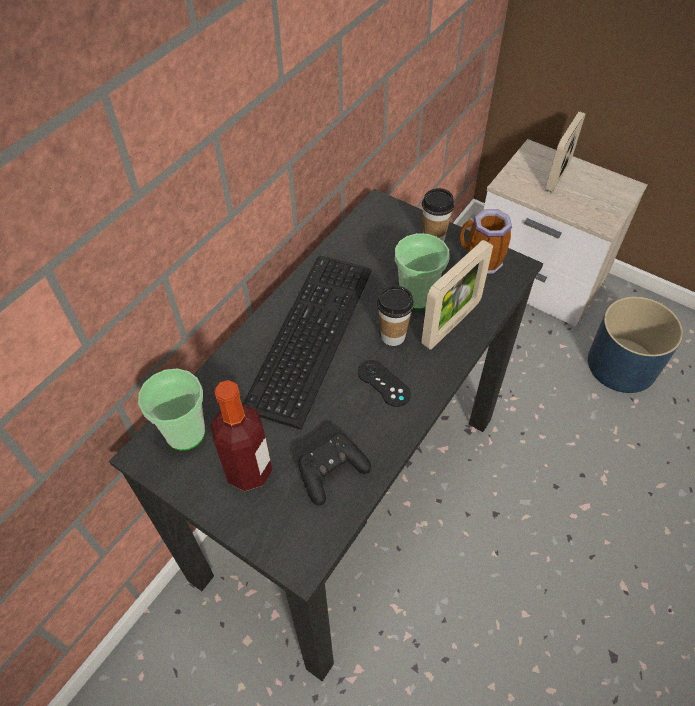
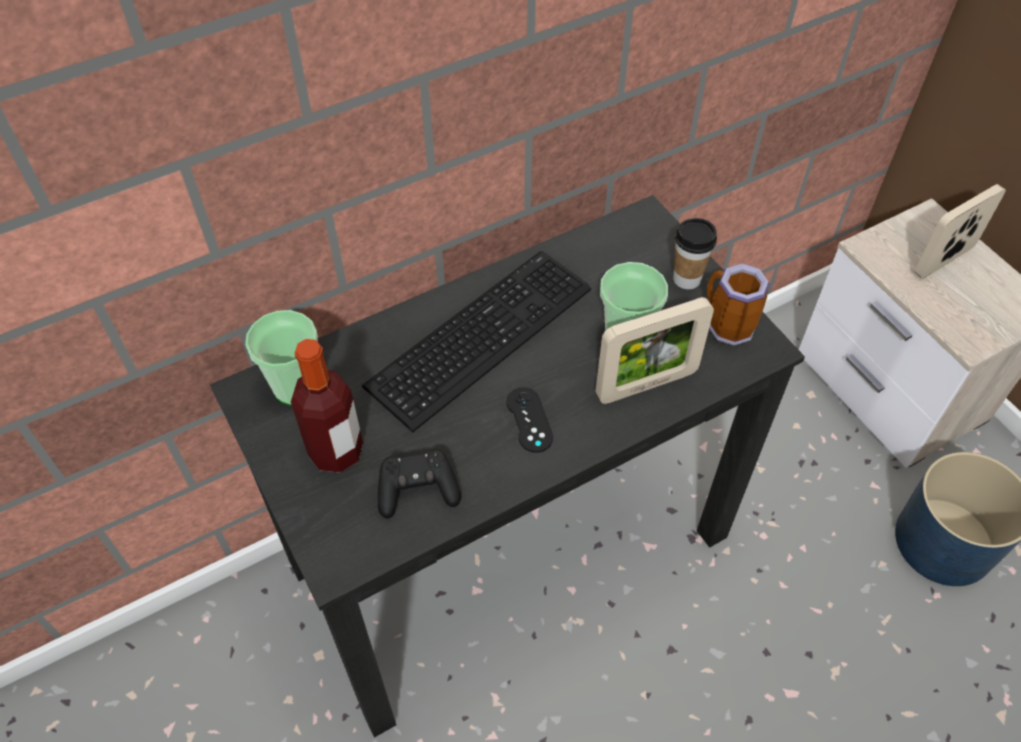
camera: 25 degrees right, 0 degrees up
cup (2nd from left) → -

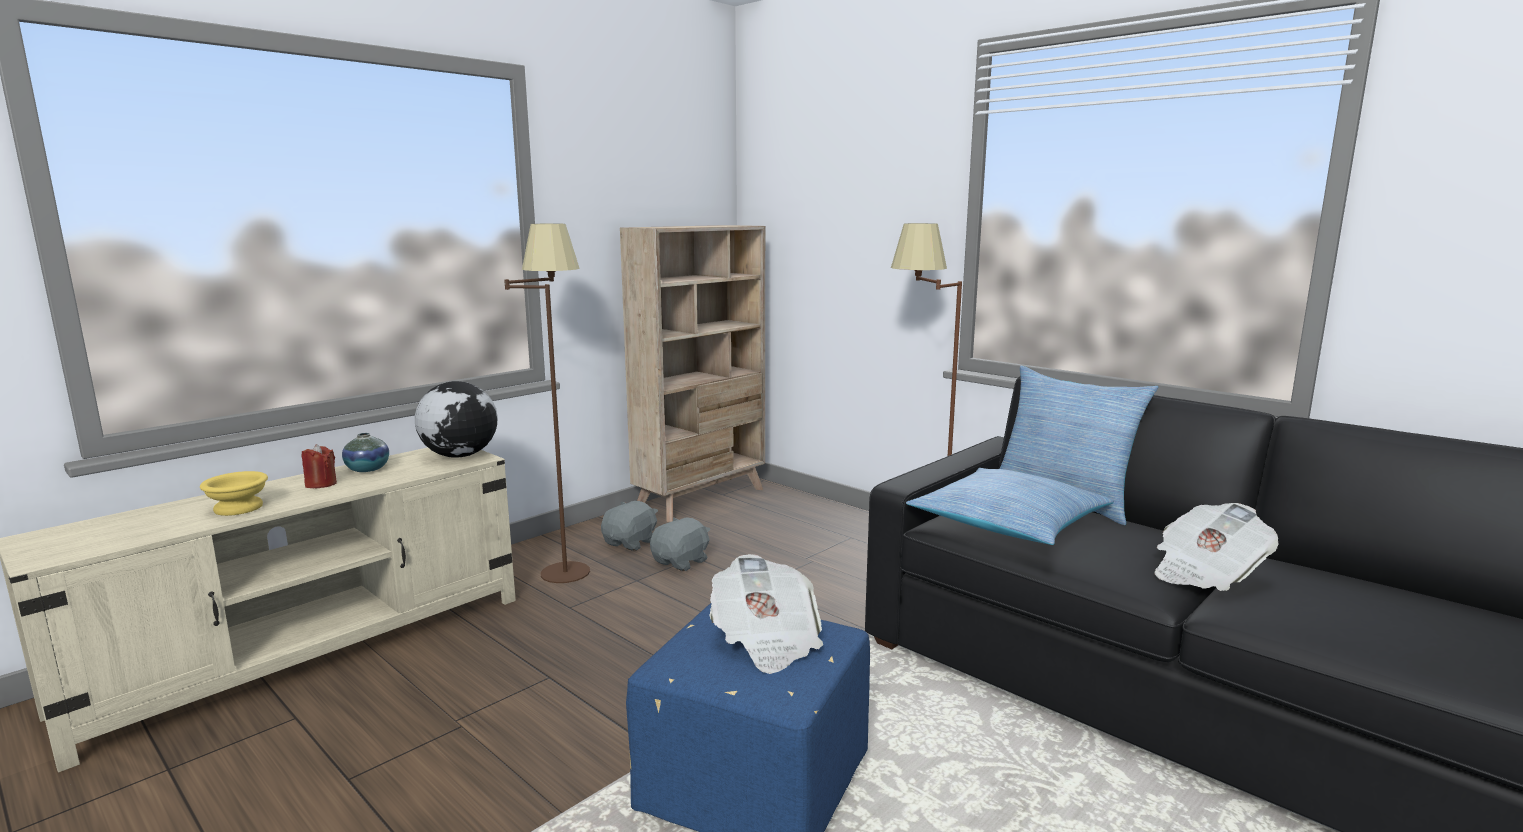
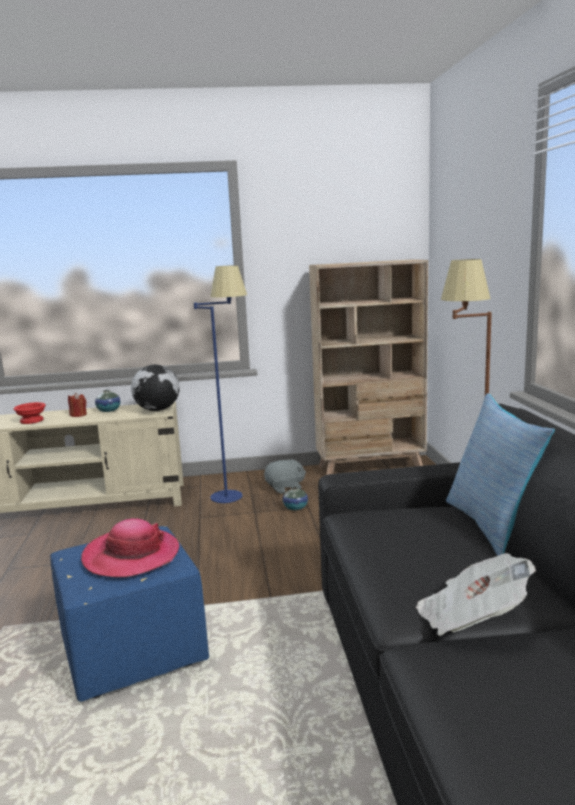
camera: 40 degrees right, 0 degrees up
brown floor lamp (1st from left) → blue floor lamp
throw pillow (1st from left) → -
yellowish serving bowl → red serving bowl
grey soft toy (2nd from left) → decorative vase (2nd from left)
daily paper (1st from left) → hat

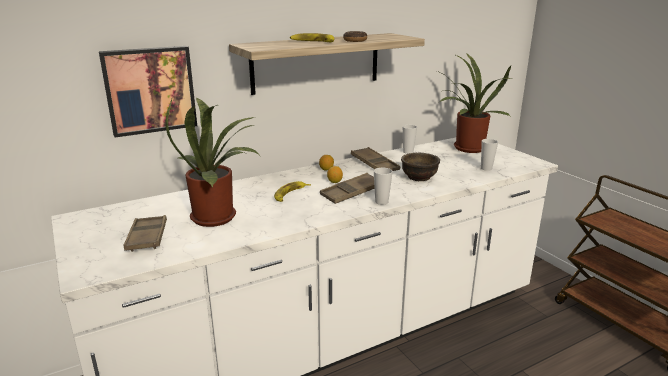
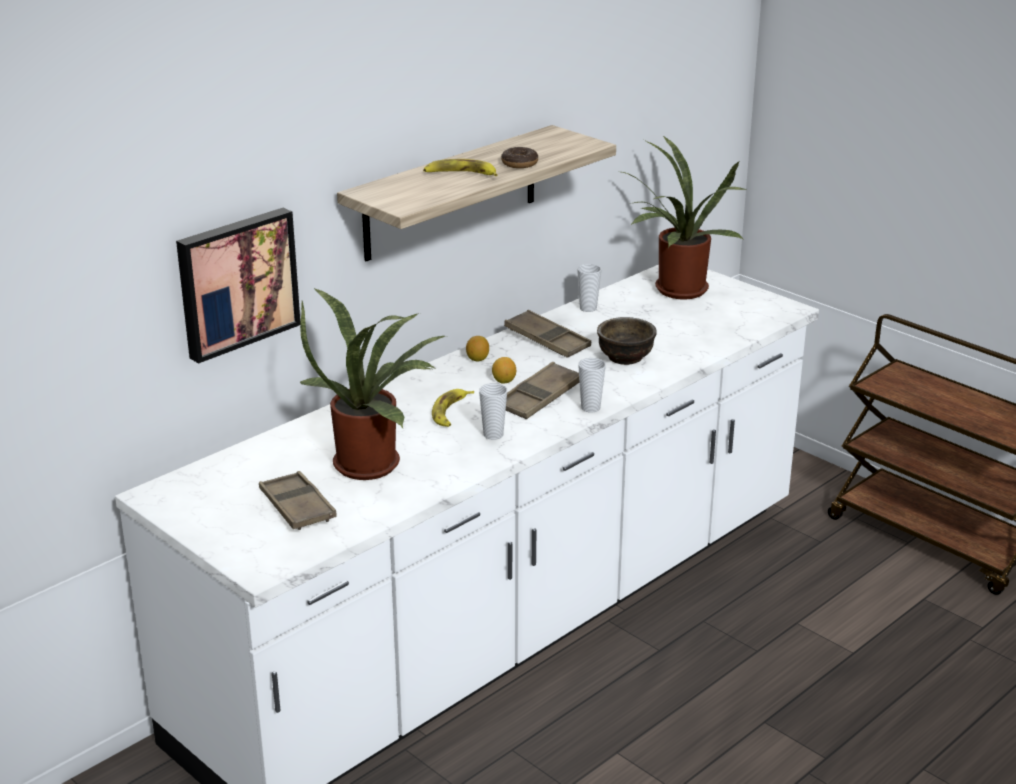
camera: 15 degrees left, 5 degrees up
cup (3rd from left in the first image) → cup (1st from left), moved

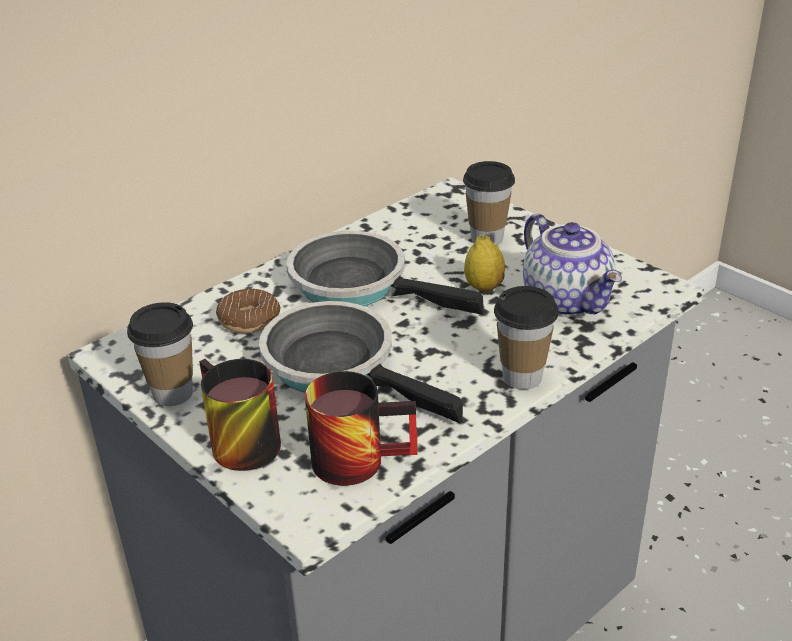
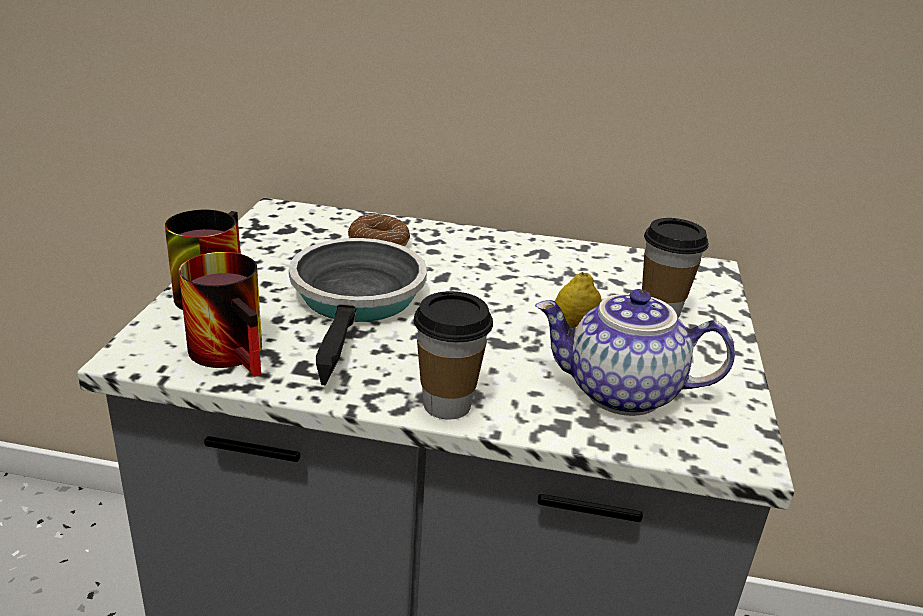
camera: 50 degrees right, 5 degrees down
pot for tea, 75 degrees clockwise
frying pan (2nd from left) → -
cup (1st from left) → -

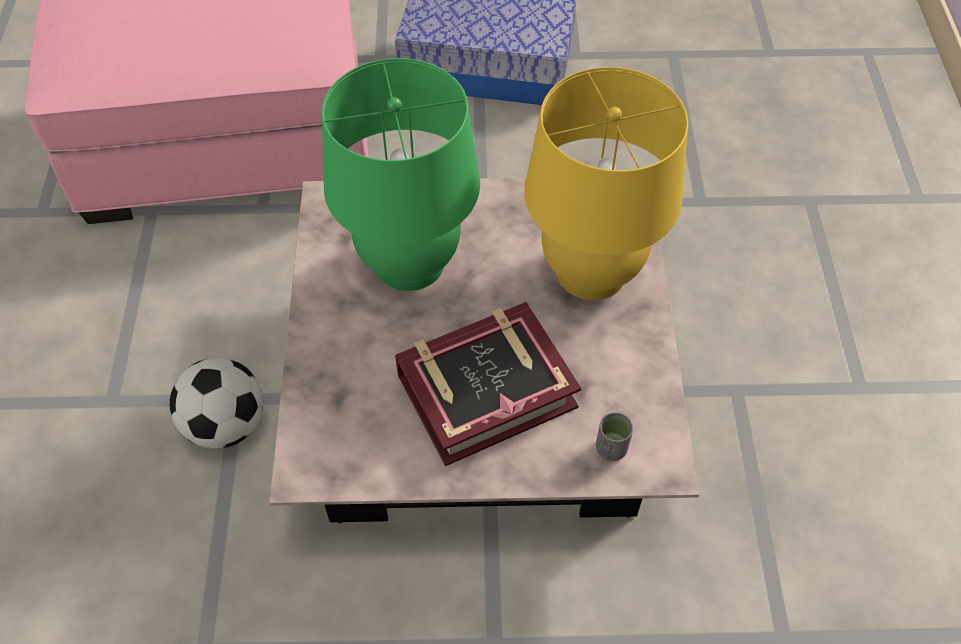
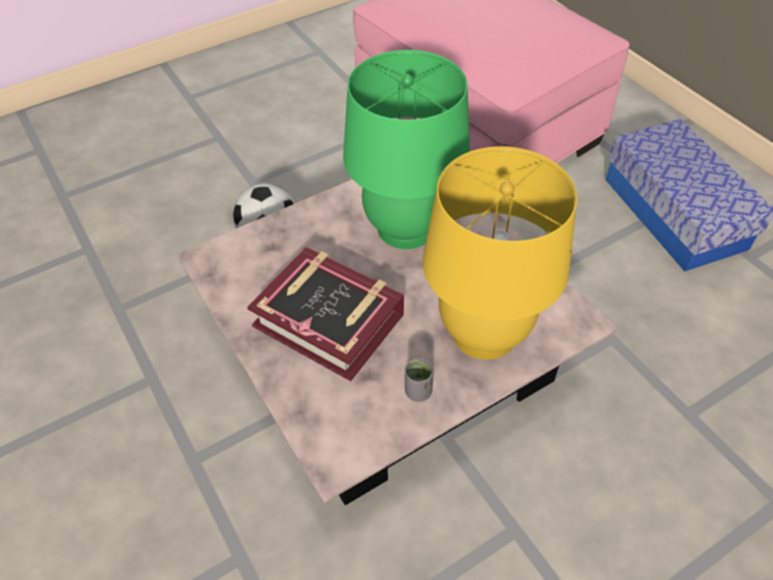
camera: 60 degrees right, 5 degrees down
grey cup, moved

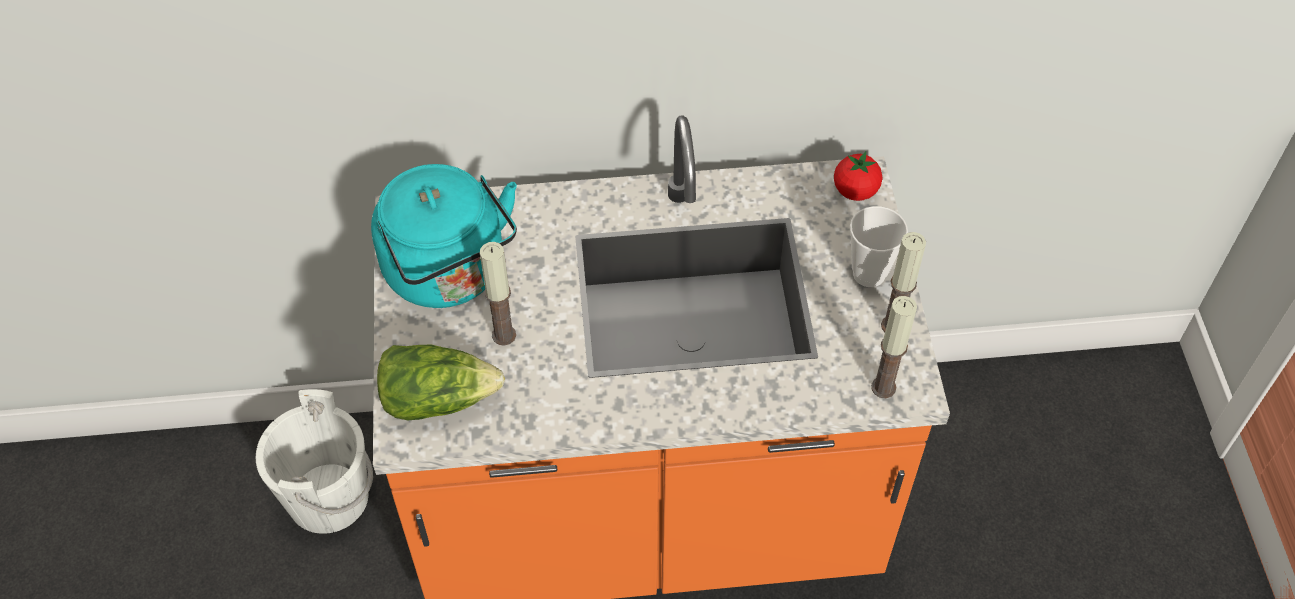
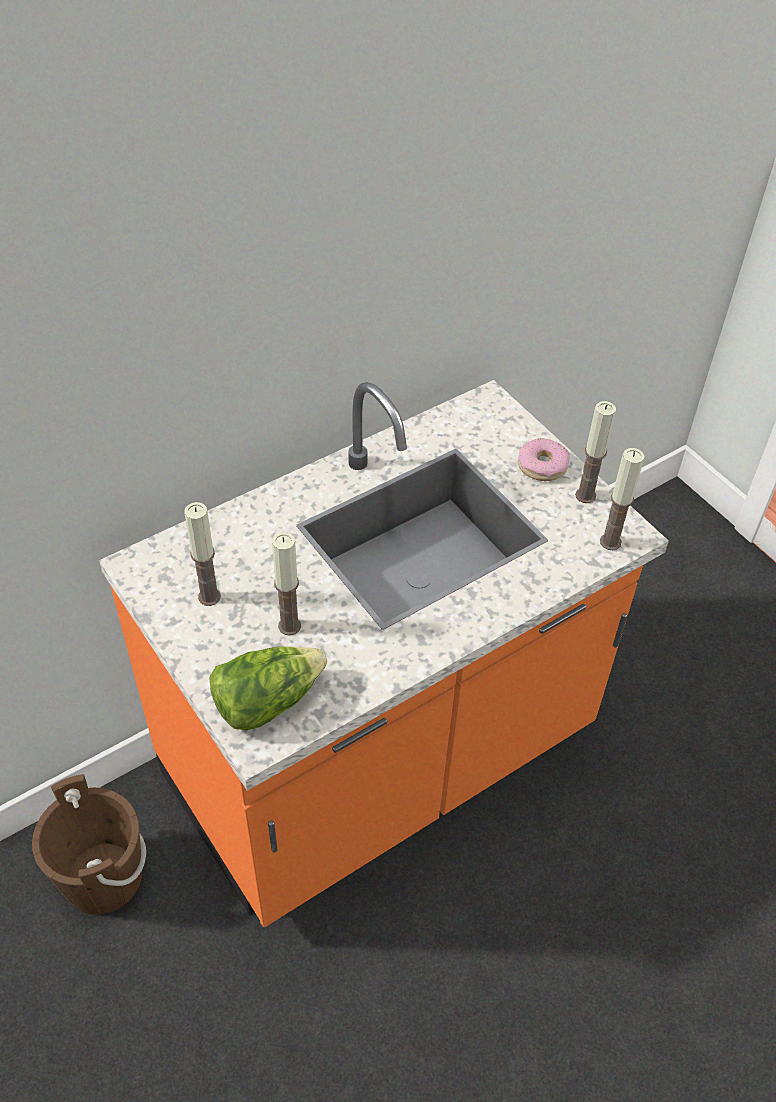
camera: 30 degrees left, 5 degrees down
tomato → -
turquoise water kettle → candle (1st from left)
cup → ring doughnut
white water bucket → brown water bucket

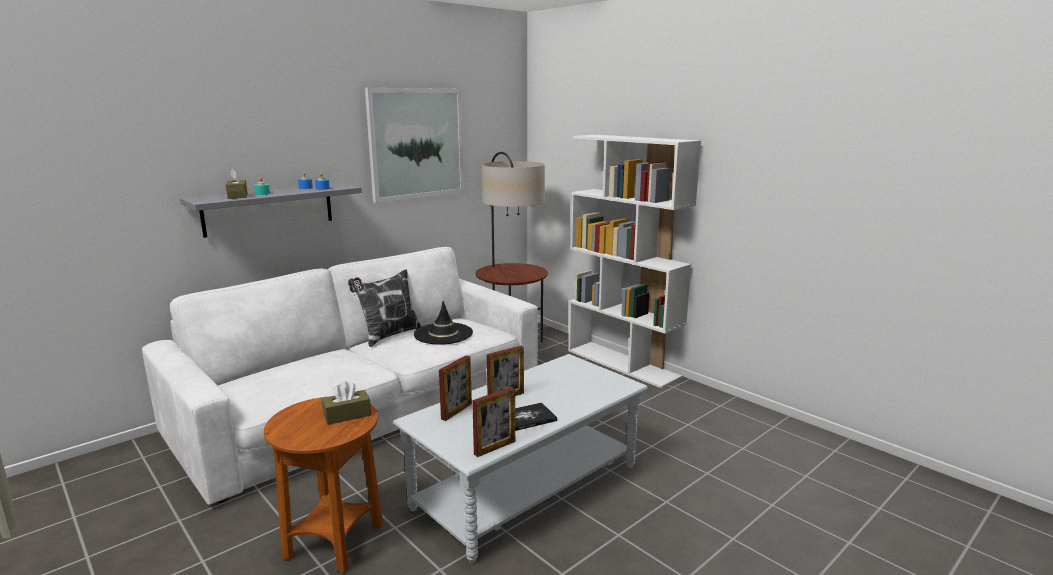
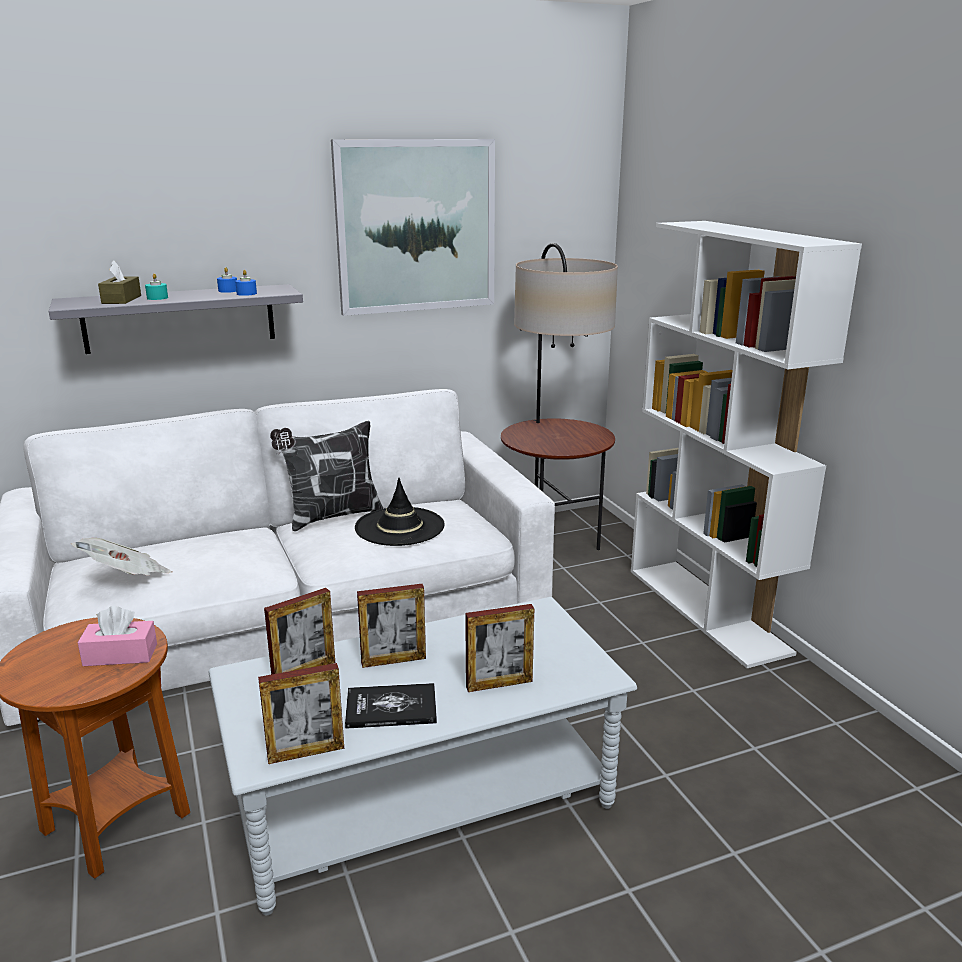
camera: 20 degrees right, 5 degrees up
brown box of tissues (2nd from left) → pinkish box of tissues
- → daily paper
- → photo frame (4th from left)

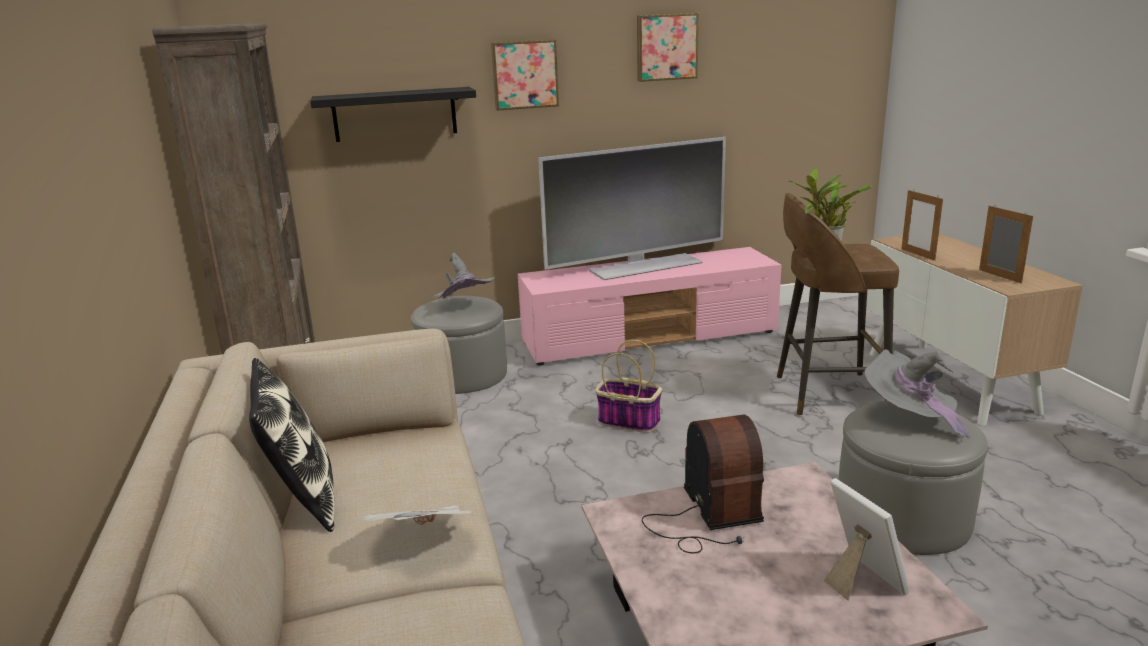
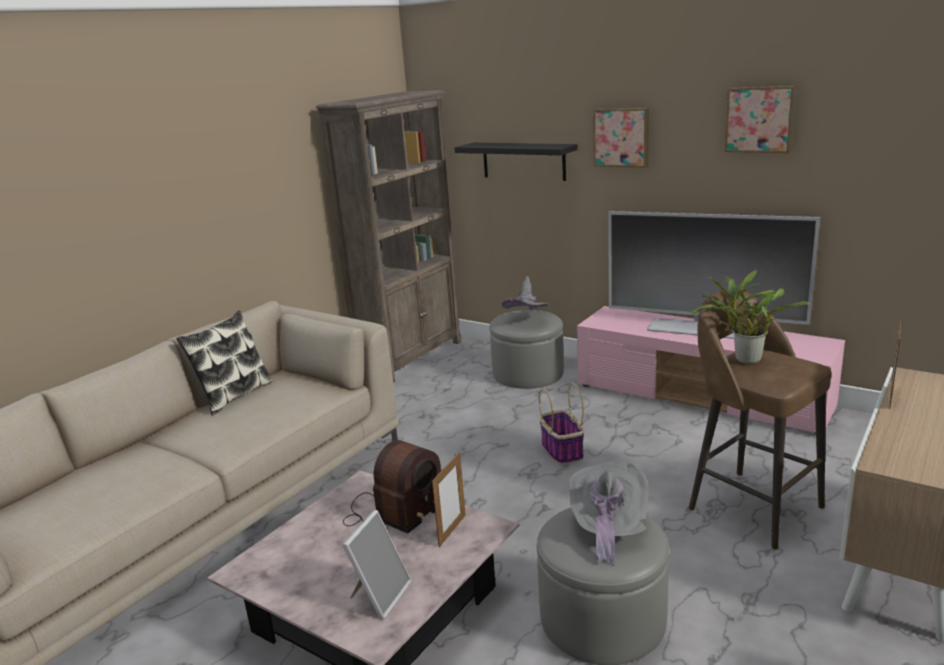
camera: 50 degrees right, 0 degrees up
photo frame (3rd from left in the first image) → photo frame (2nd from left), moved
daily paper → -

